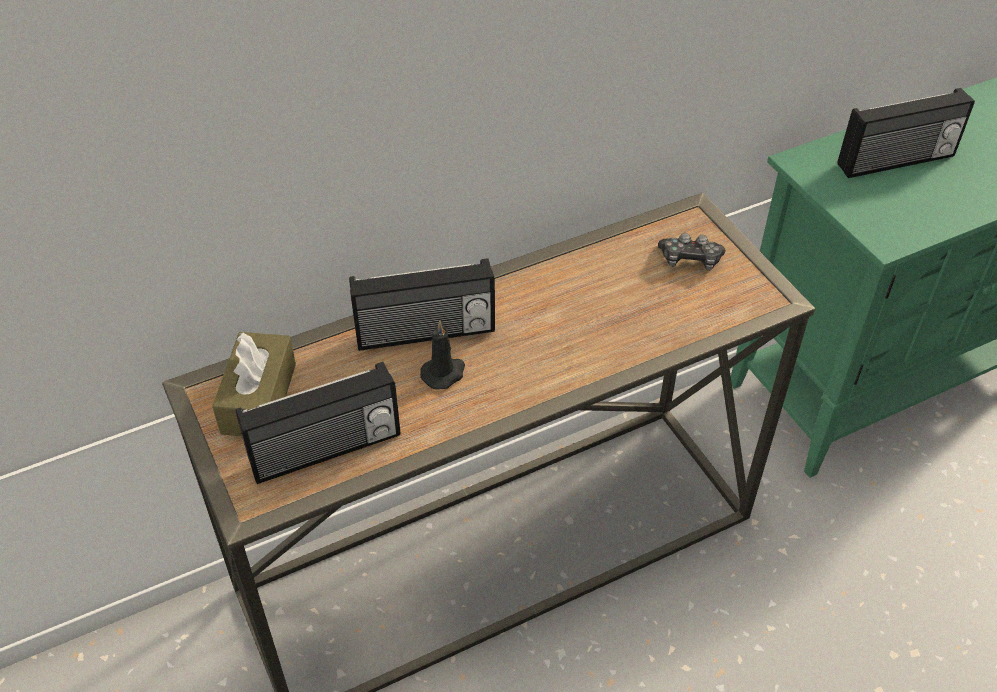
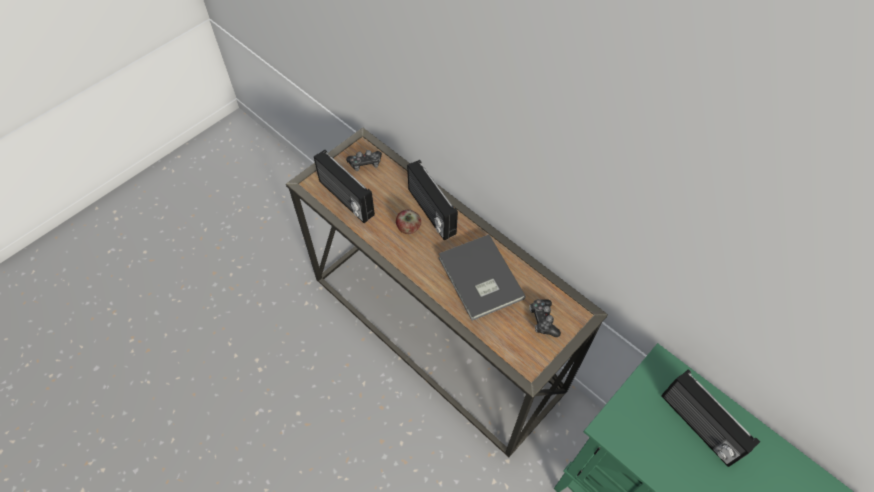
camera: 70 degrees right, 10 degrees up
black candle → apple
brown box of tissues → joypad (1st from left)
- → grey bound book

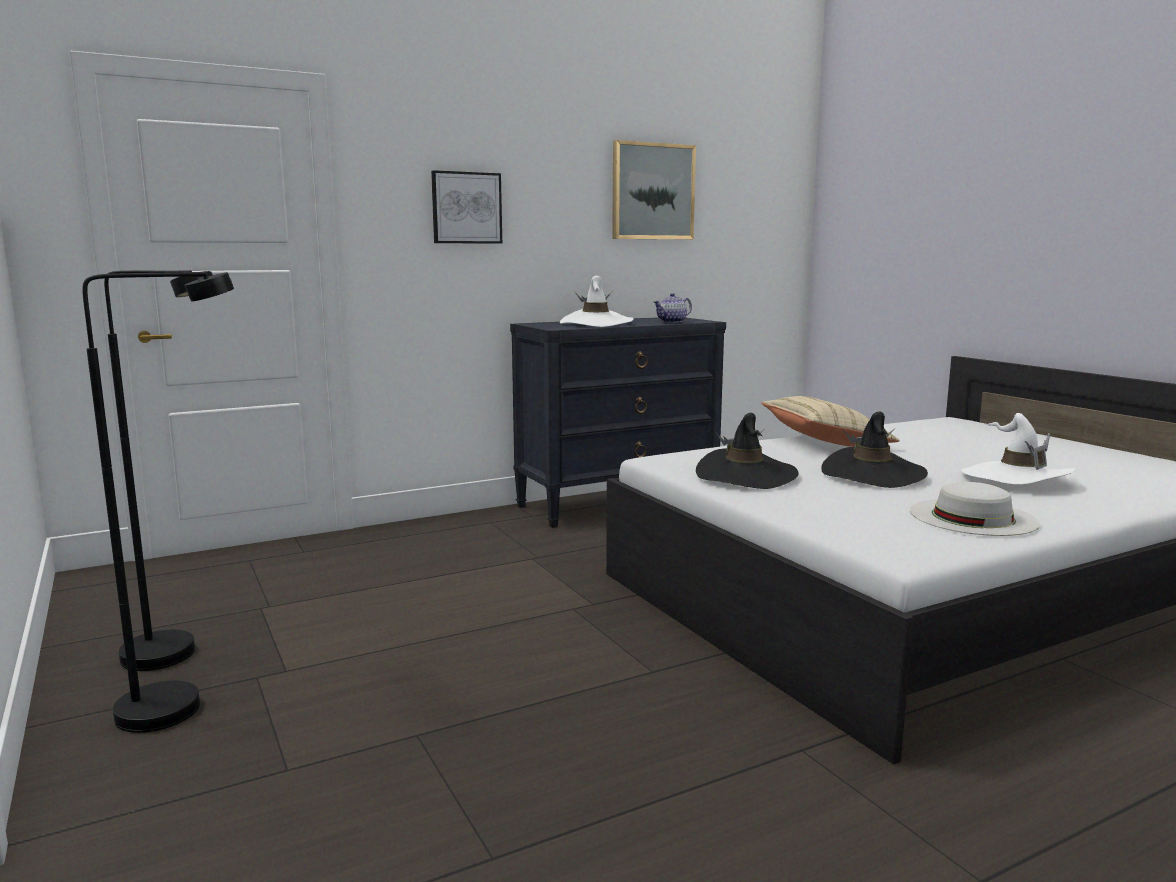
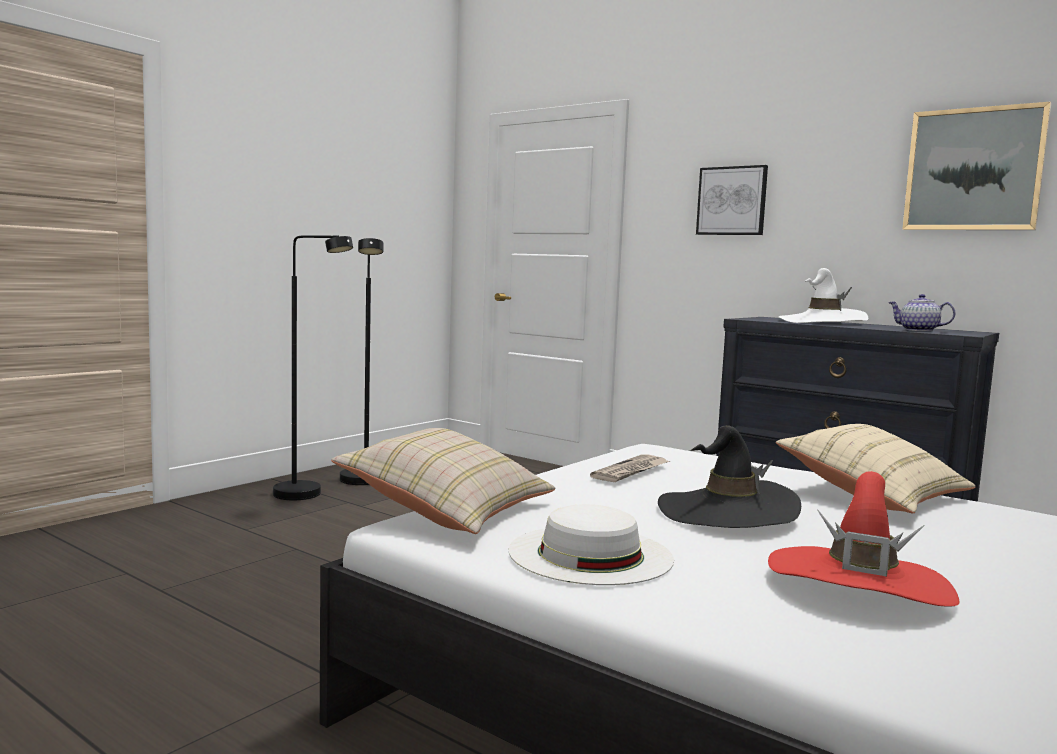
camera: 65 degrees right, 5 degrees down
black hat (1st from left) → daily paper
white hat (3rd from left) → red hat
- → beige-coloured throw pillow (1st from left)

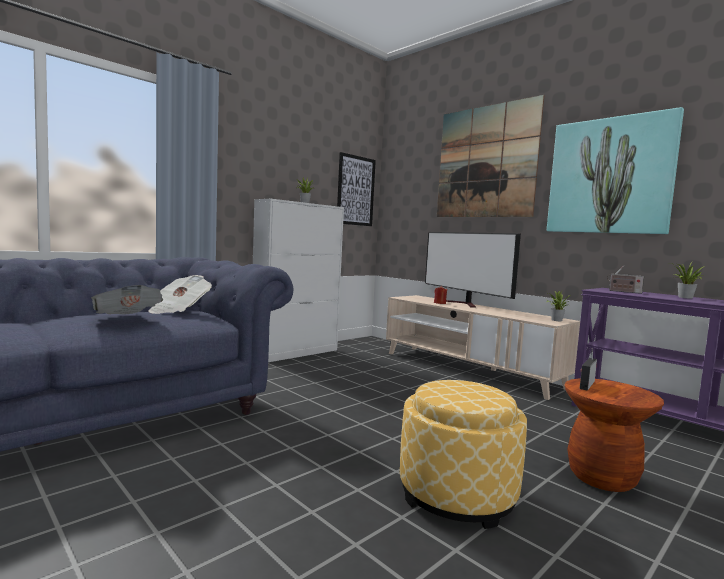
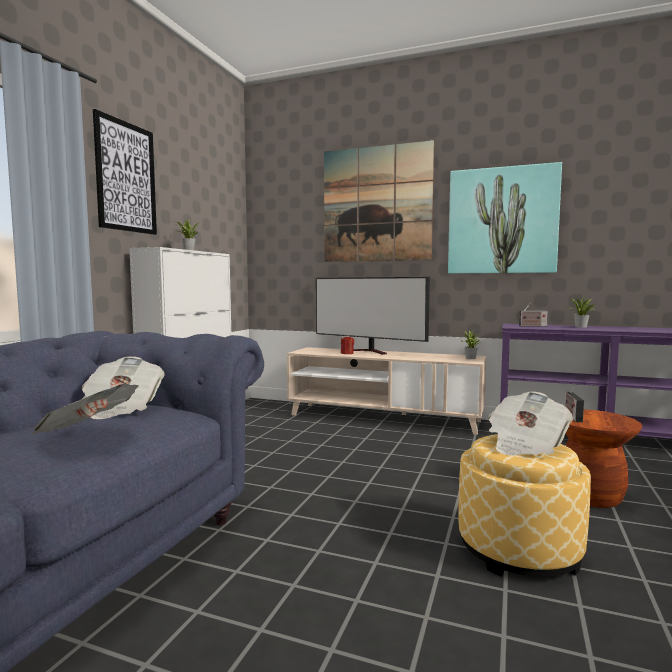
camera: 25 degrees left, 0 degrees up
wall art (1st from left), moved
- → daily paper (3rd from left)

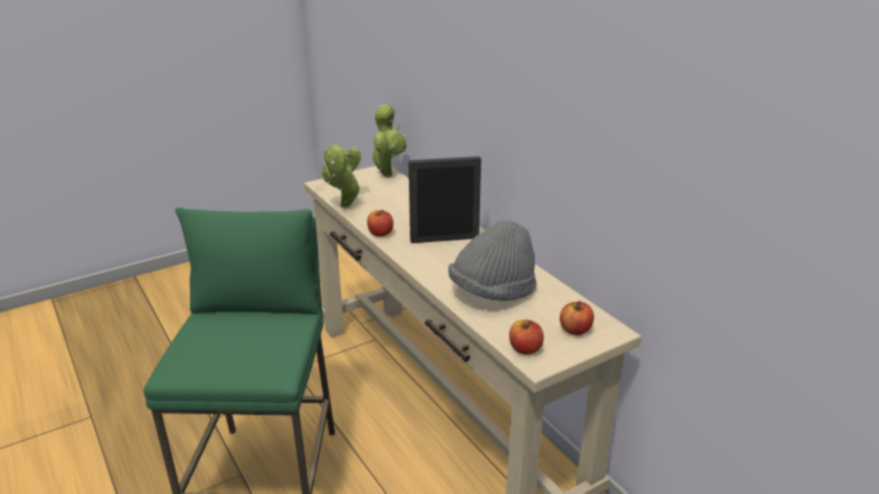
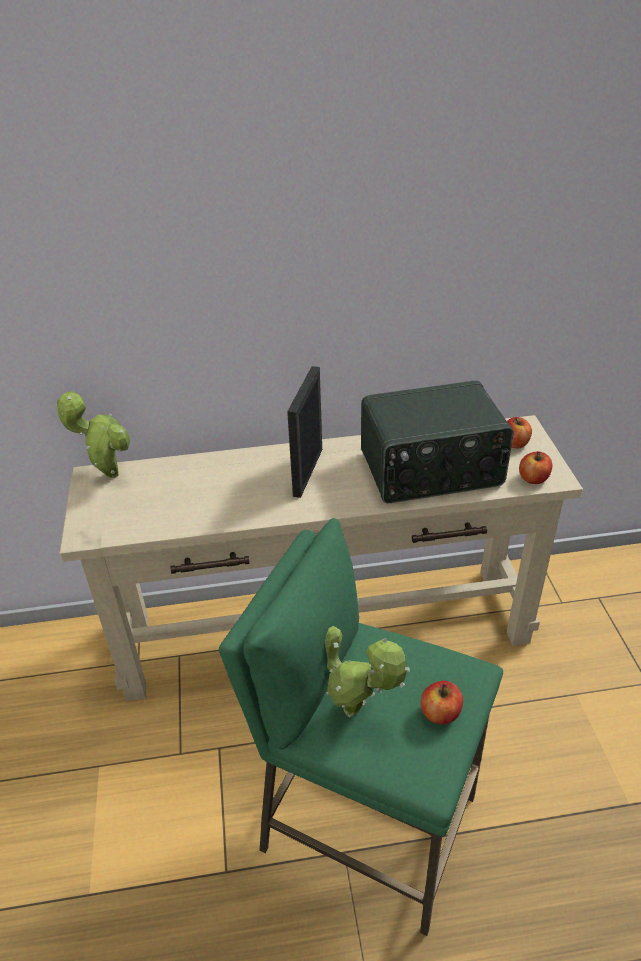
camera: 65 degrees left, 10 degrees up
plant in a pot (1st from left in the first image) → plant in a pot (2nd from left), moved
apple (1st from left), moved
grey hat → radio

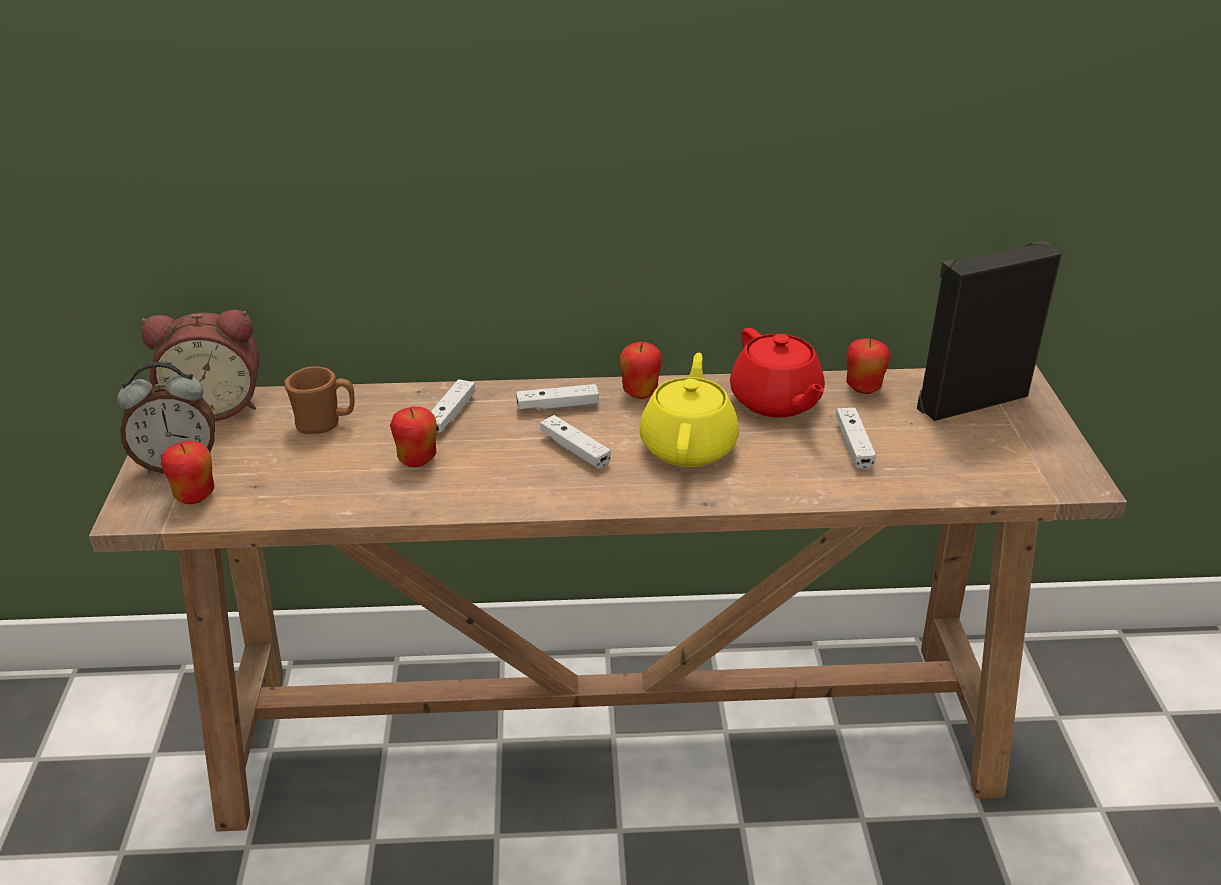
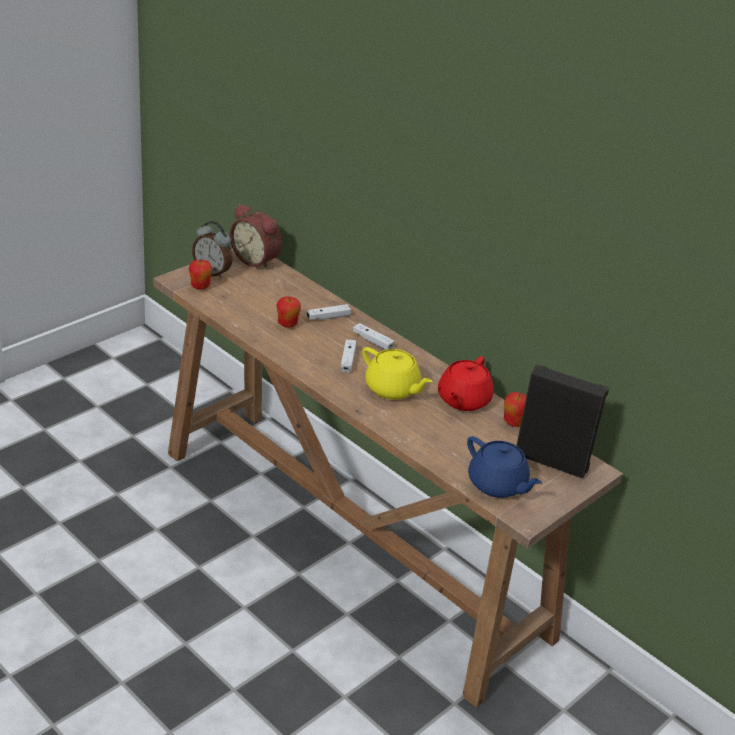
camera: 45 degrees right, 0 degrees up
apple (3rd from left) → -
yellowish pot for tea, 75 degrees clockwise
brown coffee mug → -
white joypad (4th from left) → -
- → blue pot for tea

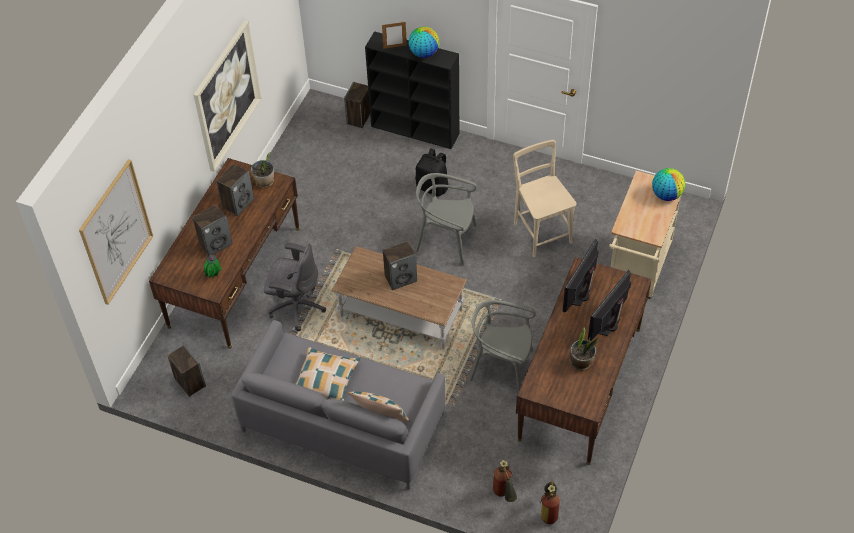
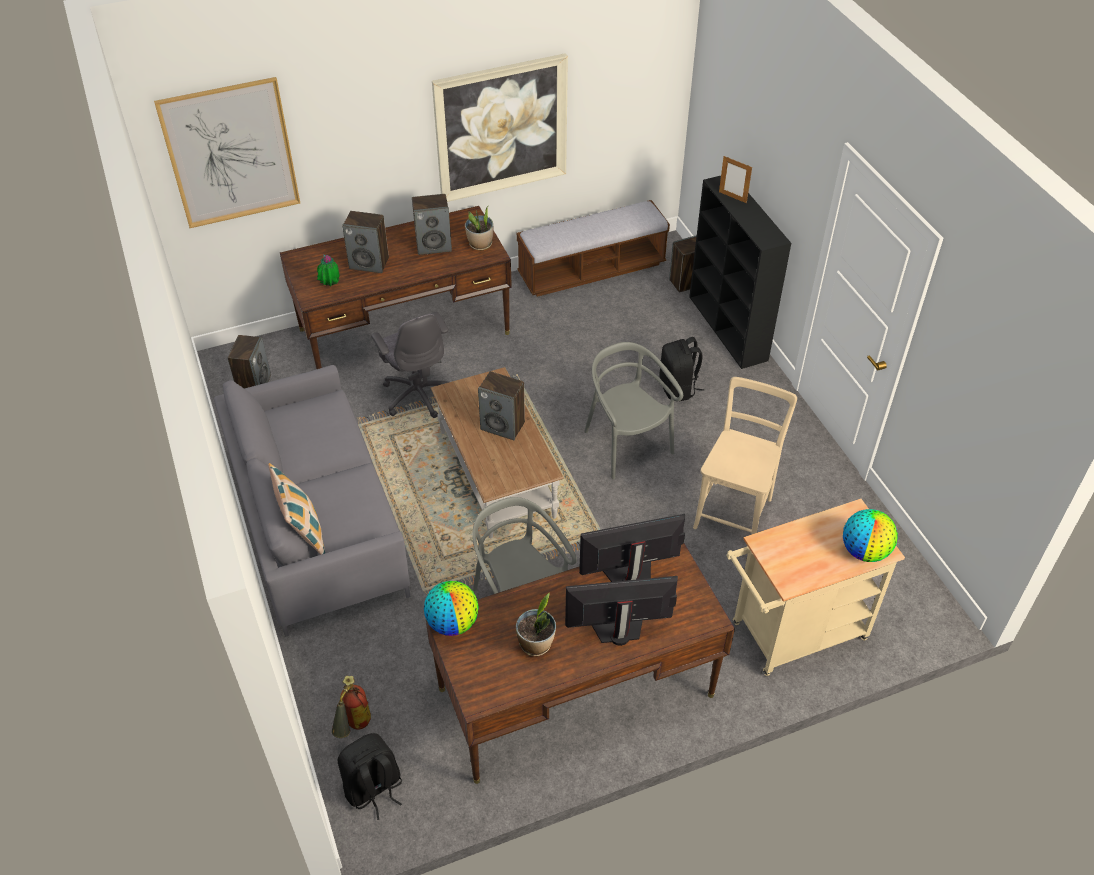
camera: 45 degrees right, 5 degrees down
world globe (1st from left), moved
throw pillow (1st from left) → -
fire-fighting cylinder (2nd from left) → black backpack (1st from left)
- → long seat

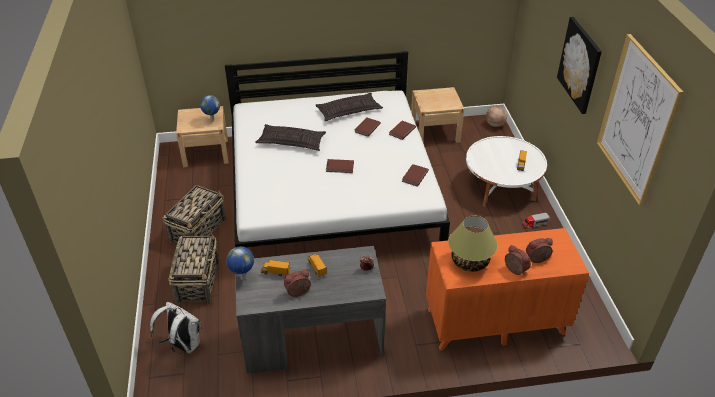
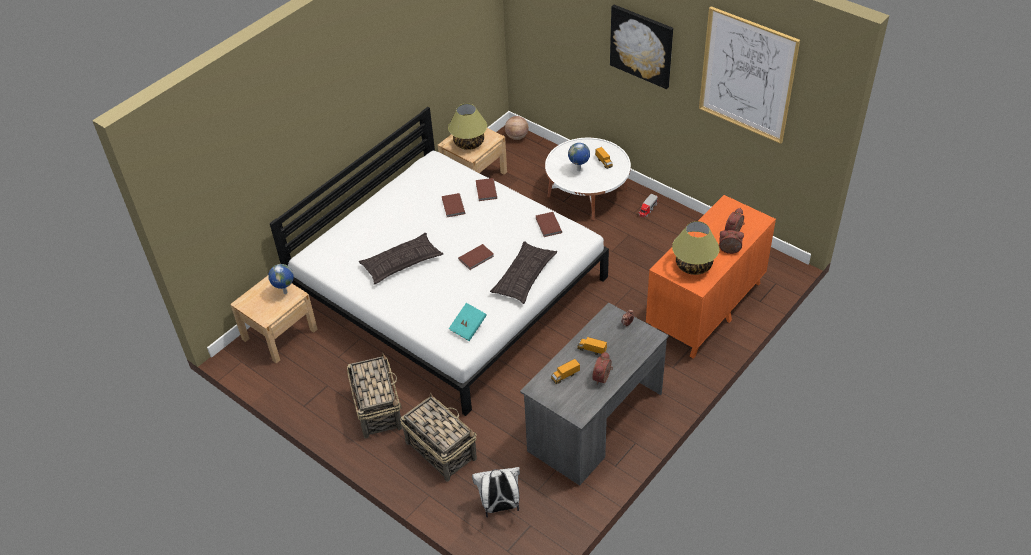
camera: 40 degrees left, 5 degrees up
throw pillow (2nd from left), moved
world globe (2nd from left), moved
- → lamp for a table (1st from left)
- → turquoise bound book

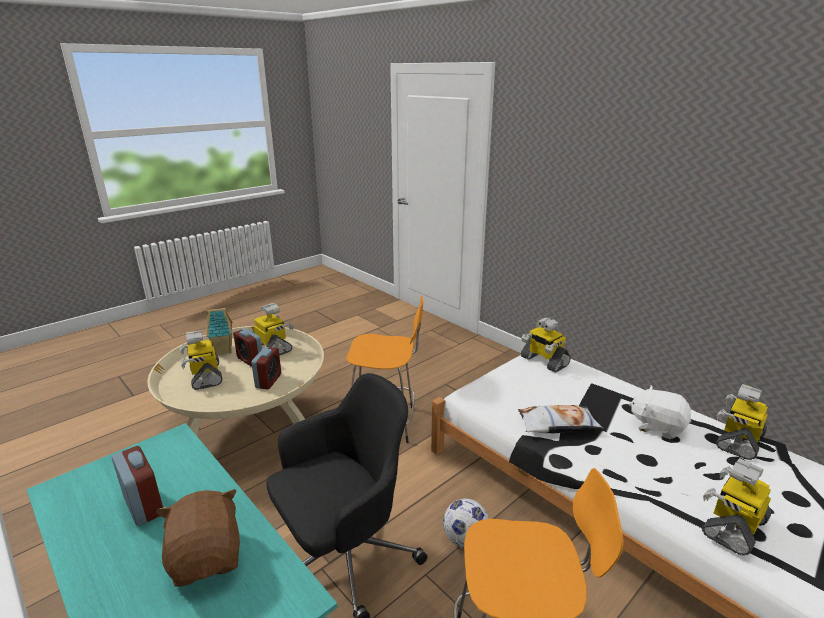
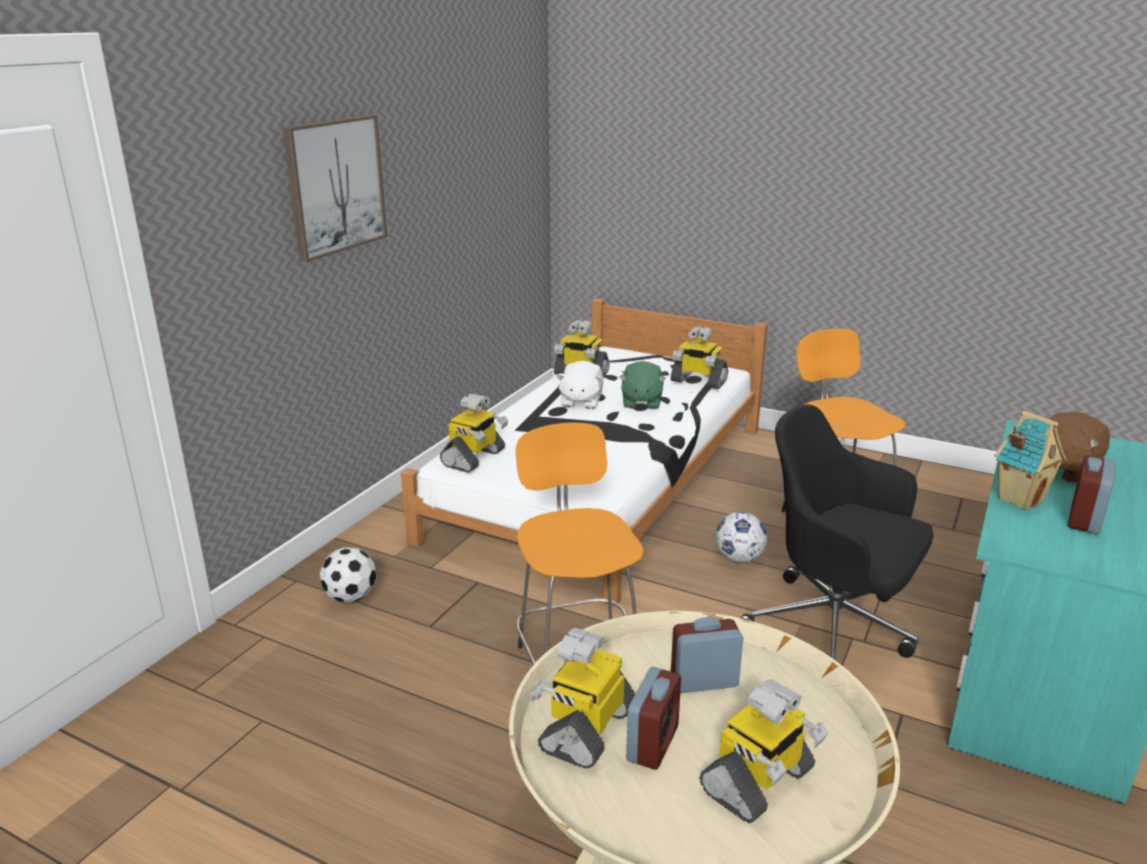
camera: 110 degrees left, 0 degrees up
miniature house, moved
throw pillow → -
- → wall art
- → green-coloured soft toy
- → ball for football (1st from left)

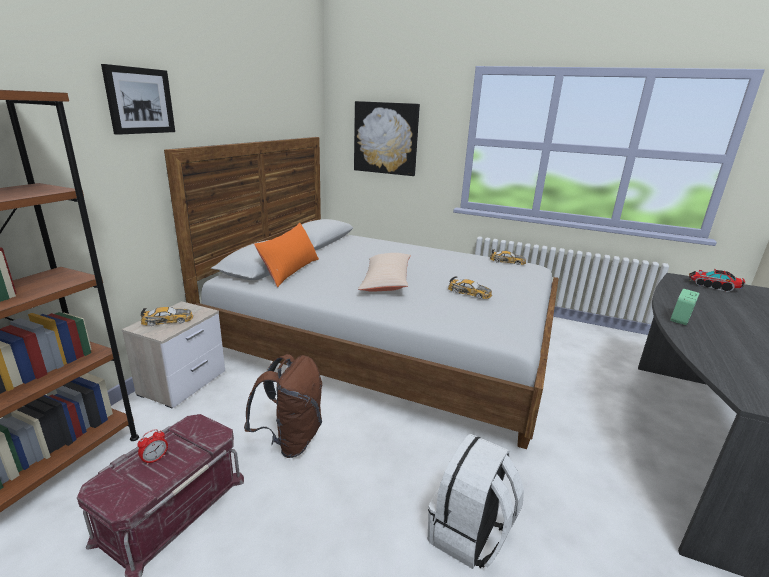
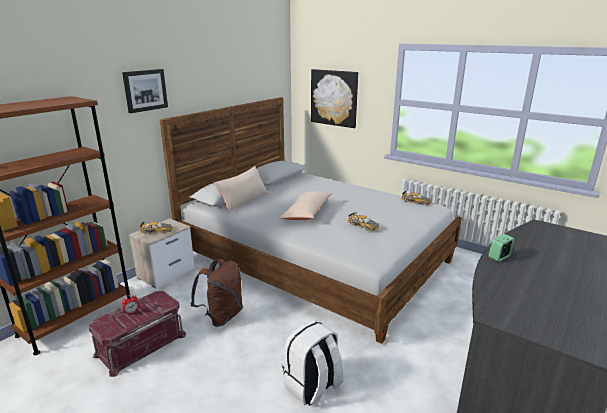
camera: 15 degrees right, 0 degrees up
orange throw pillow → beige-coloured throw pillow (1st from left)
model truck → -

